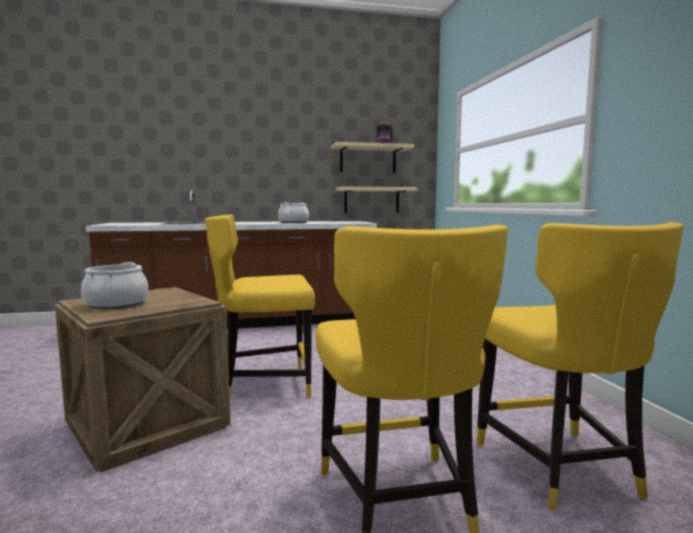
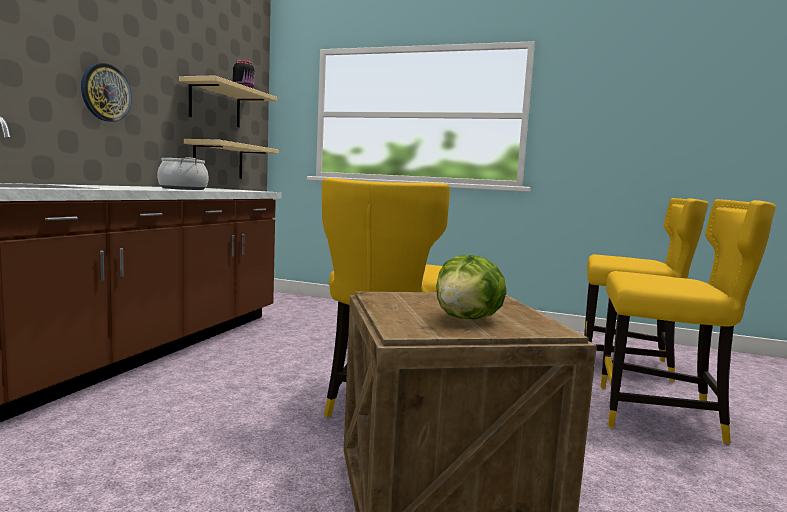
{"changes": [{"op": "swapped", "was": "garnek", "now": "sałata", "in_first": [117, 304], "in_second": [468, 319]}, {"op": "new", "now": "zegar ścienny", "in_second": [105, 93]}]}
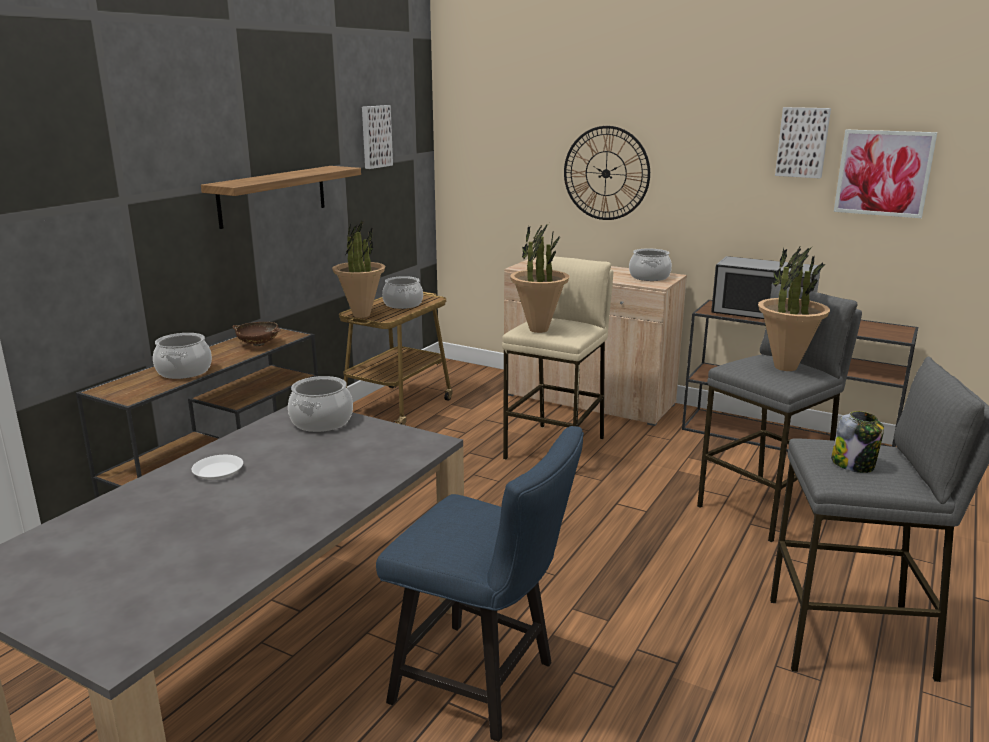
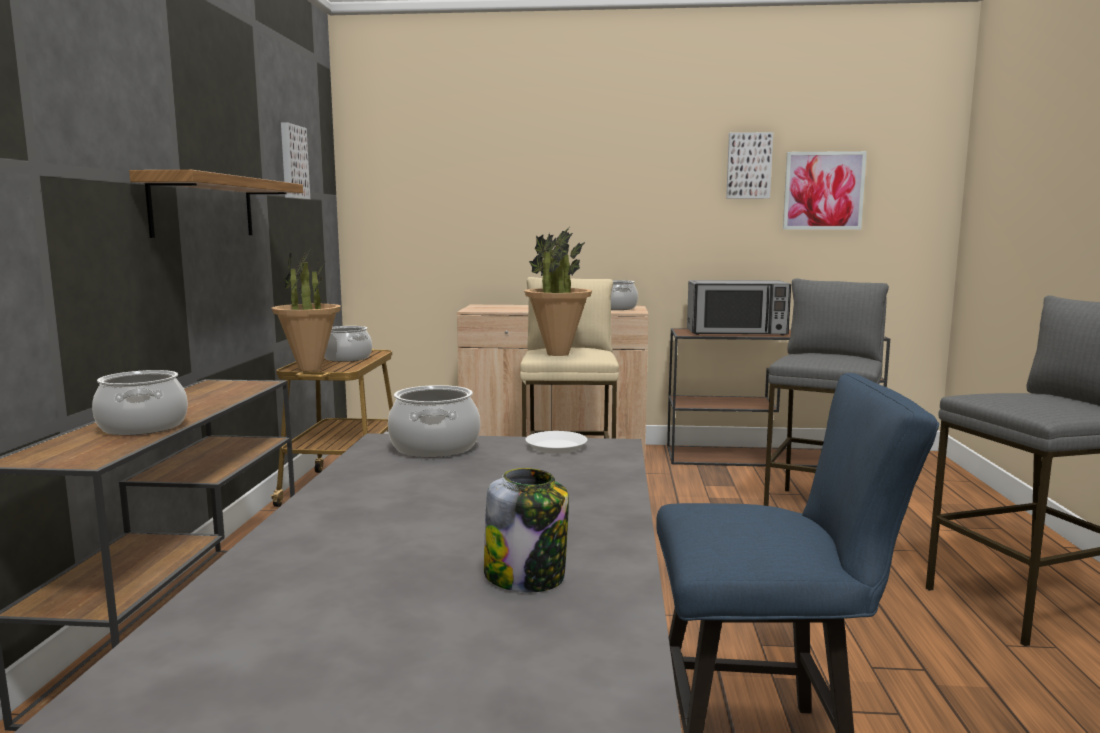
{"changes": [{"op": "gone", "was": "zegar ścienny", "in_first": [606, 173]}, {"op": "gone", "was": "roślina doniczkowa", "in_first": [785, 367]}, {"op": "gone", "was": "miska [brązowy]", "in_first": [258, 344]}, {"op": "shifted", "was": "słoik", "in_first": [853, 464], "in_second": [526, 577]}, {"op": "shifted", "was": "talerz [biały]", "in_first": [218, 471], "in_second": [555, 447]}]}
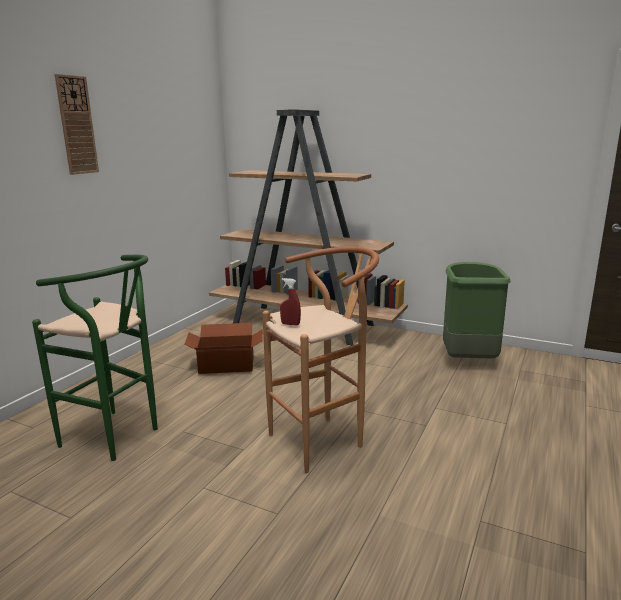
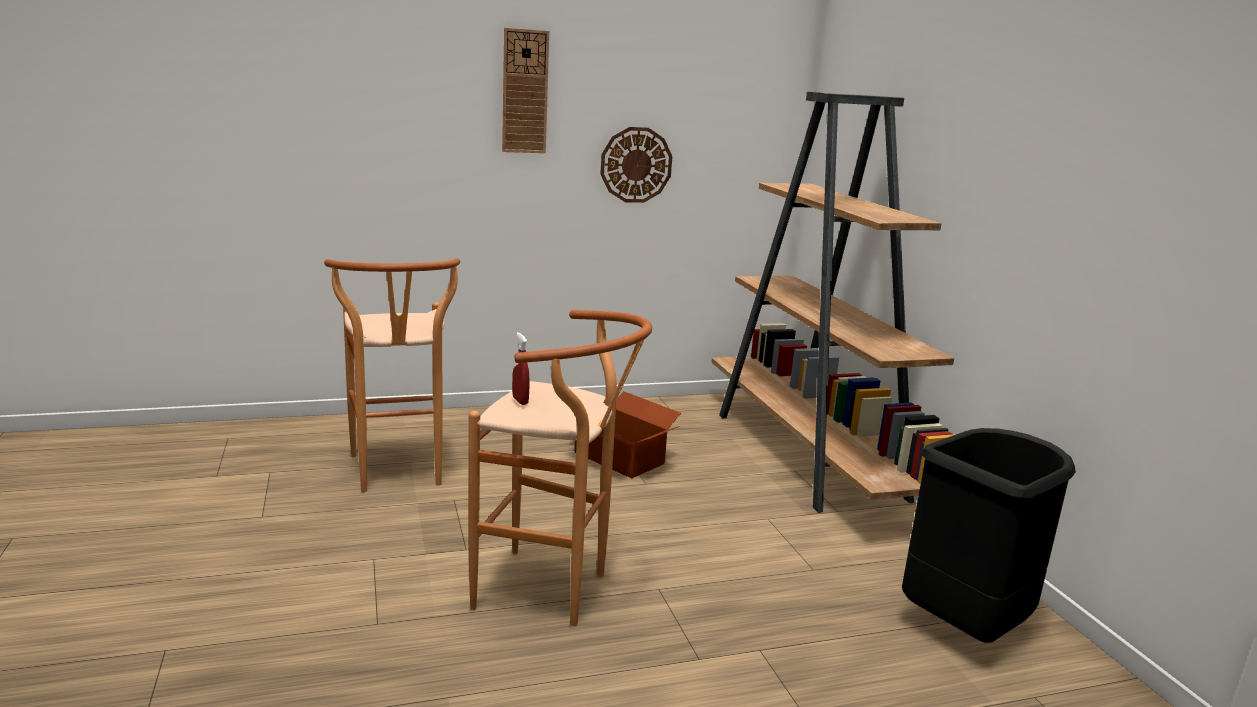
{"changes": [{"op": "repainted", "was": "stołek [zielony]", "now": "stołek [brązowy]", "in_first": [117, 438], "in_second": [399, 474]}, {"op": "repainted", "was": "kosz na śmieci [zielony]", "now": "kosz na śmieci [czarny]", "in_first": [467, 359], "in_second": [965, 626]}, {"op": "new", "now": "zegar ścienny", "in_second": [636, 165]}]}
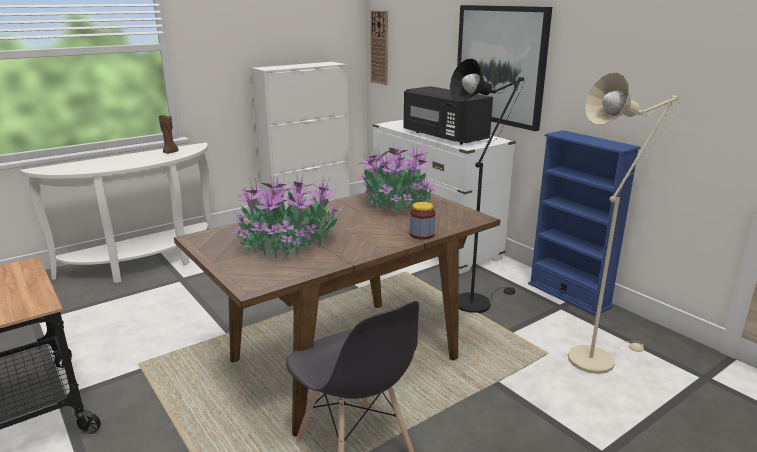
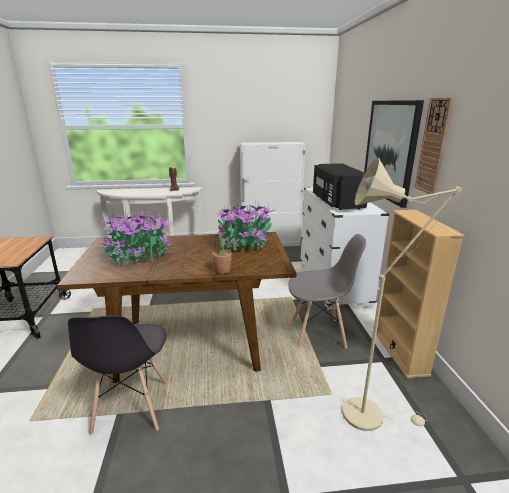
{"changes": [{"op": "shifted", "was": "zegar ścienny", "in_first": [379, 47], "in_second": [433, 146]}, {"op": "swapped", "was": "lampa stojąca [czarny]", "now": "krzesło [szary]", "in_first": [476, 301], "in_second": [319, 333]}, {"op": "repainted", "was": "regał [niebieski]", "now": "regał [beżowy]", "in_first": [568, 295], "in_second": [400, 352]}, {"op": "swapped", "was": "słoik", "now": "roślina doniczkowa", "in_first": [422, 234], "in_second": [222, 270]}]}
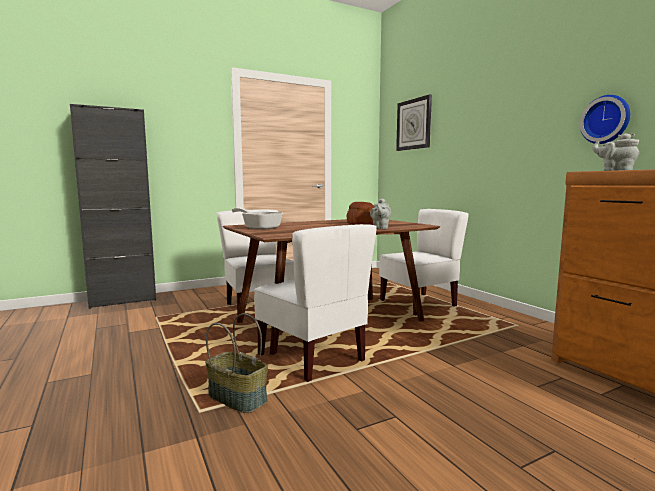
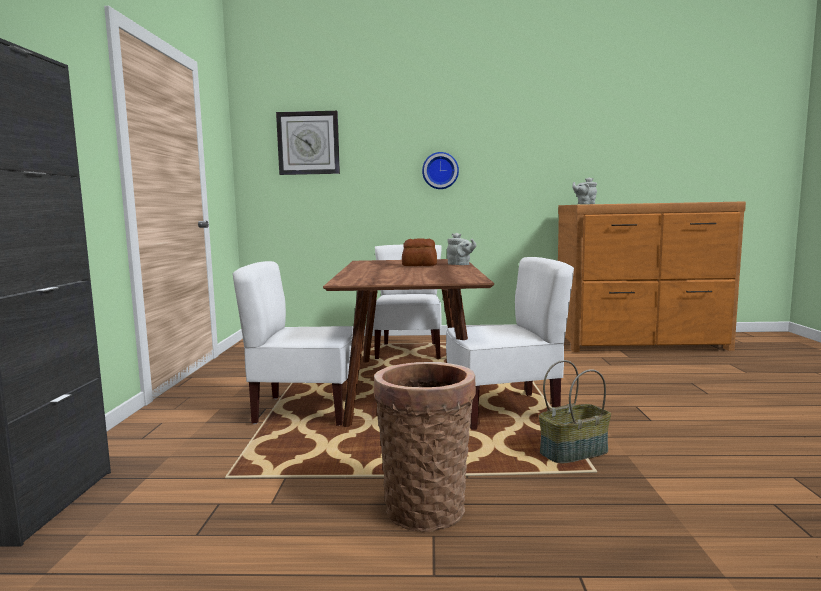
{"changes": [{"op": "shifted", "was": "zegar ścienny", "in_first": [606, 120], "in_second": [440, 171]}, {"op": "gone", "was": "patelnia", "in_first": [259, 228]}, {"op": "new", "now": "koszyk", "in_second": [426, 506]}]}
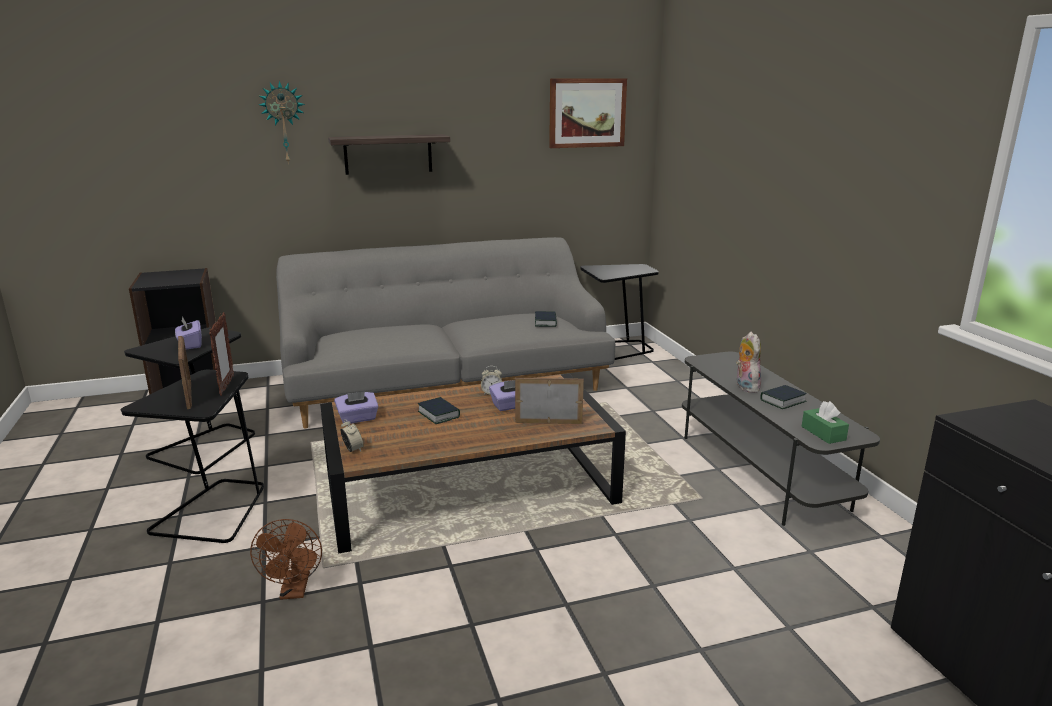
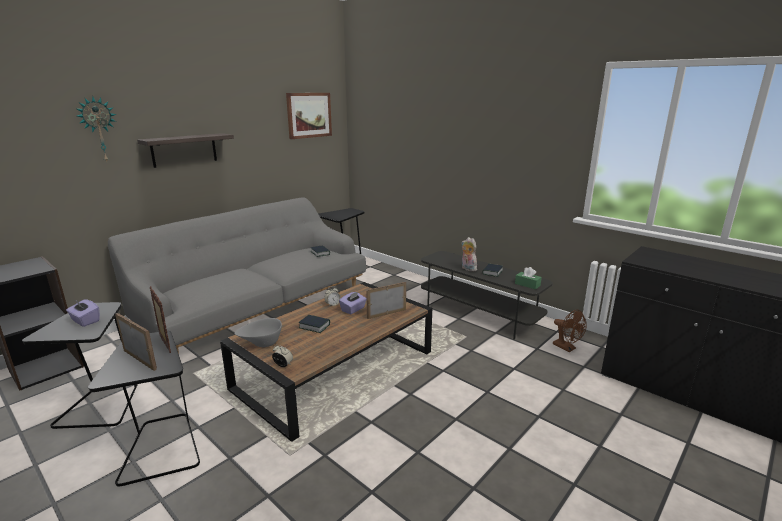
{"changes": [{"op": "swapped", "was": "pudełko chusteczek [fioletowy]", "now": "miska [szary]", "in_first": [357, 419], "in_second": [262, 344]}, {"op": "shifted", "was": "wentylator [brązowy]", "in_first": [294, 591], "in_second": [567, 348]}]}
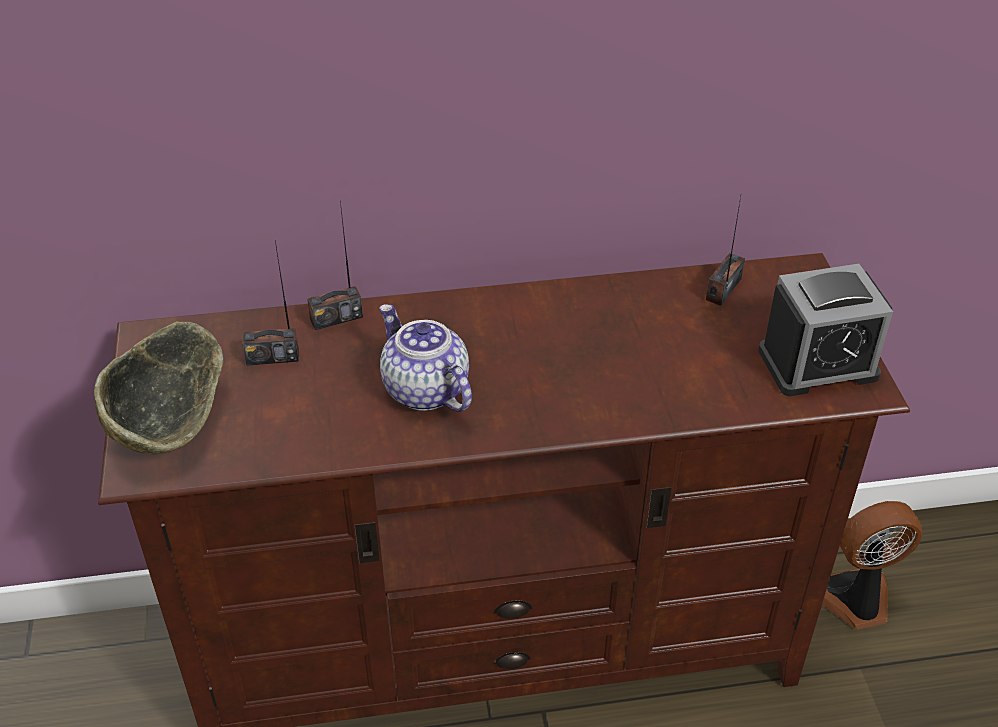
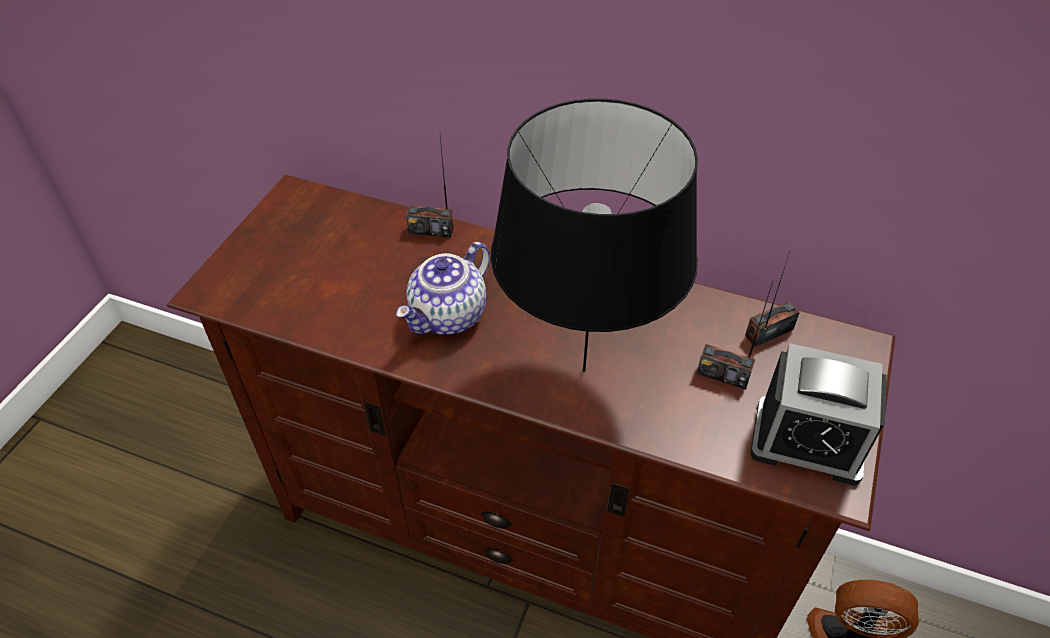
{"changes": [{"op": "shifted", "was": "radio", "in_first": [272, 357], "in_second": [723, 375]}, {"op": "rotated", "was": "imbryk", "in_first": [424, 390], "in_second": [449, 316], "clockwise": -135}, {"op": "gone", "was": "miska", "in_first": [170, 428]}, {"op": "new", "now": "lampa stołowa [czarny]", "in_second": [583, 370]}]}
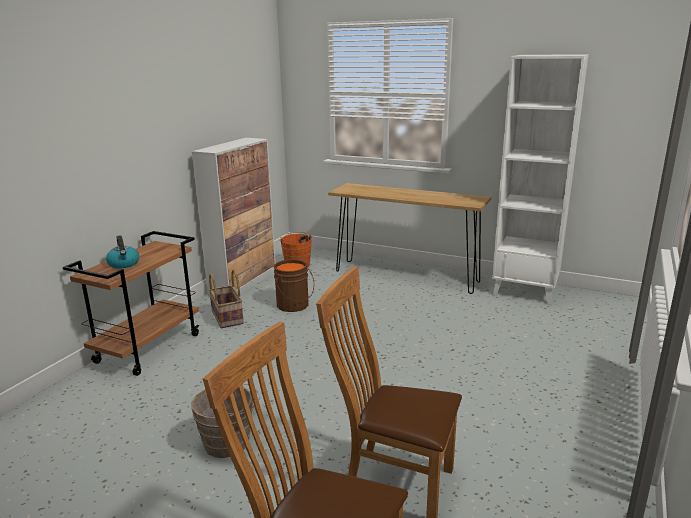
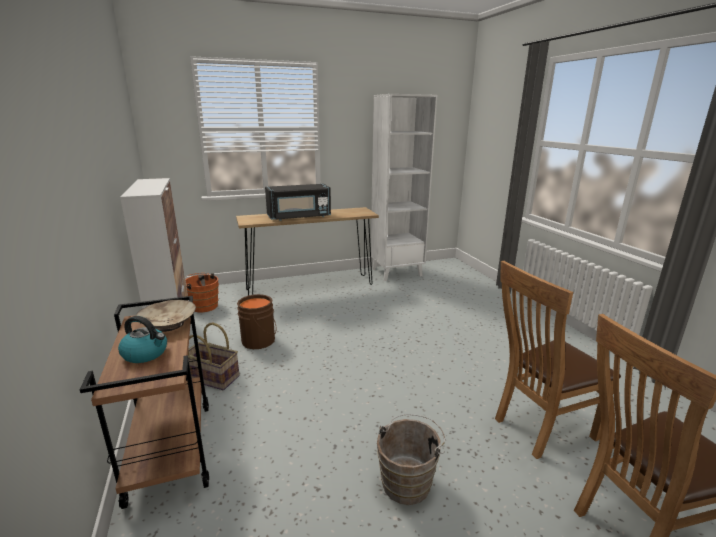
{"changes": [{"op": "new", "now": "mikrofalówka [czarny]", "in_second": [299, 217]}, {"op": "new", "now": "miska [beżowy]", "in_second": [168, 324]}]}
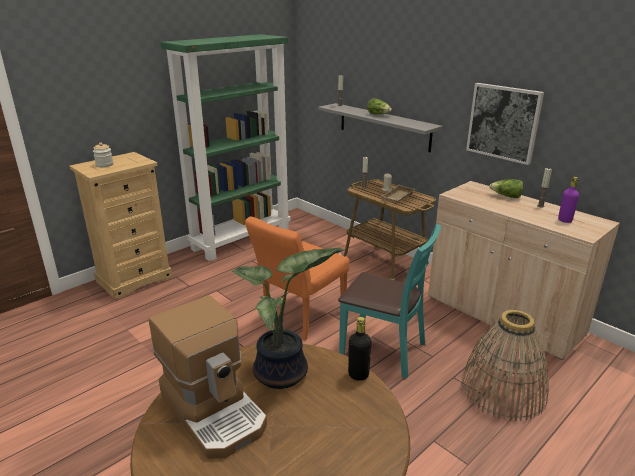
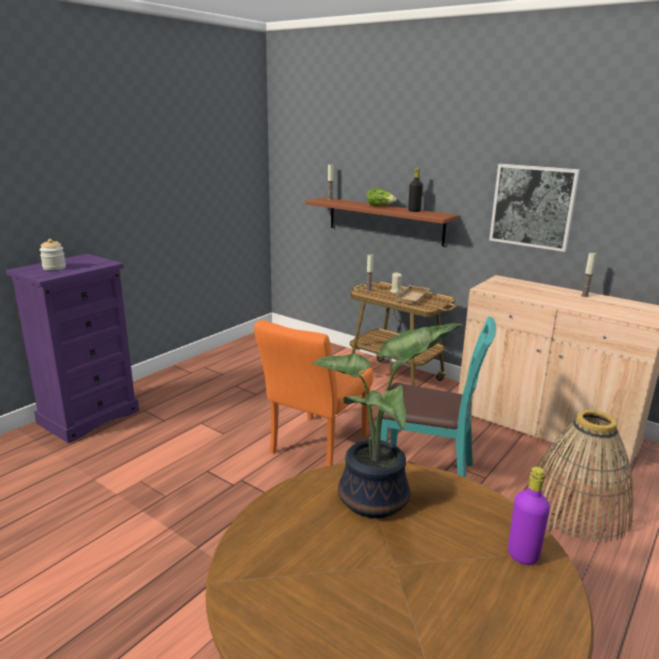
{"changes": [{"op": "gone", "was": "regał [zielony]", "in_first": [241, 239]}, {"op": "repainted", "was": "półka [szary]", "now": "półka [brązowy]", "in_first": [383, 126], "in_second": [385, 221]}, {"op": "repainted", "was": "komoda [beżowy]", "now": "komoda [fioletowy]", "in_first": [134, 279], "in_second": [89, 416]}, {"op": "shifted", "was": "butelka [fioletowy]", "in_first": [565, 220], "in_second": [523, 555]}, {"op": "gone", "was": "sałata", "in_first": [506, 196]}, {"op": "gone", "was": "ekspres do kawy", "in_first": [215, 410]}, {"op": "shifted", "was": "butelka [czarny]", "in_first": [358, 375], "in_second": [414, 211]}]}
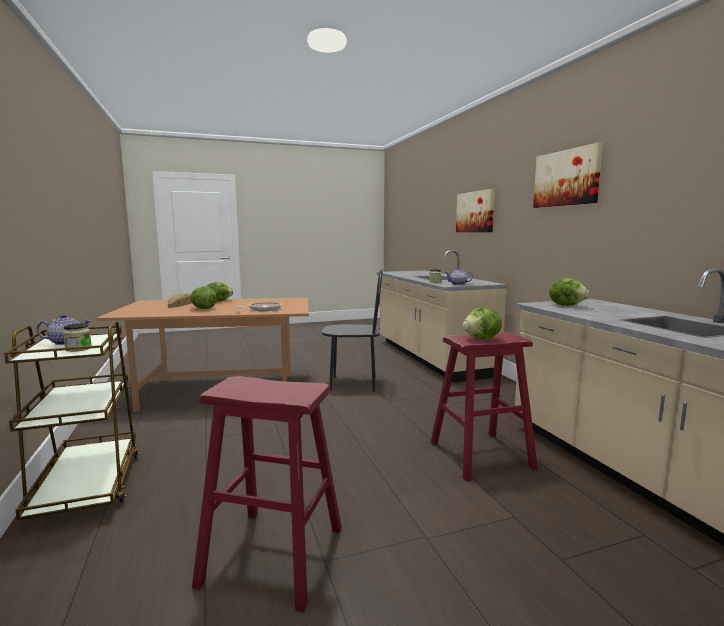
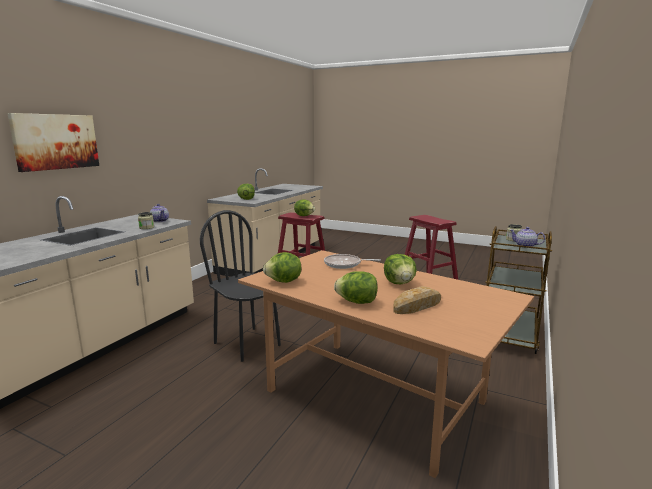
{"changes": [{"op": "gone", "was": "obraz", "in_first": [566, 178]}, {"op": "new", "now": "sałata", "in_second": [284, 281]}]}
